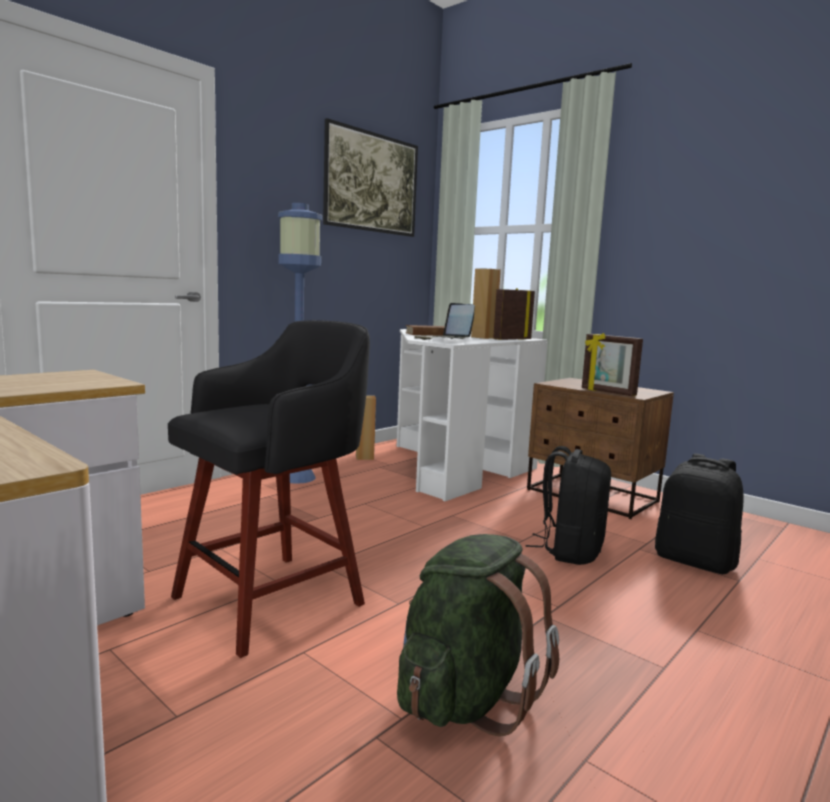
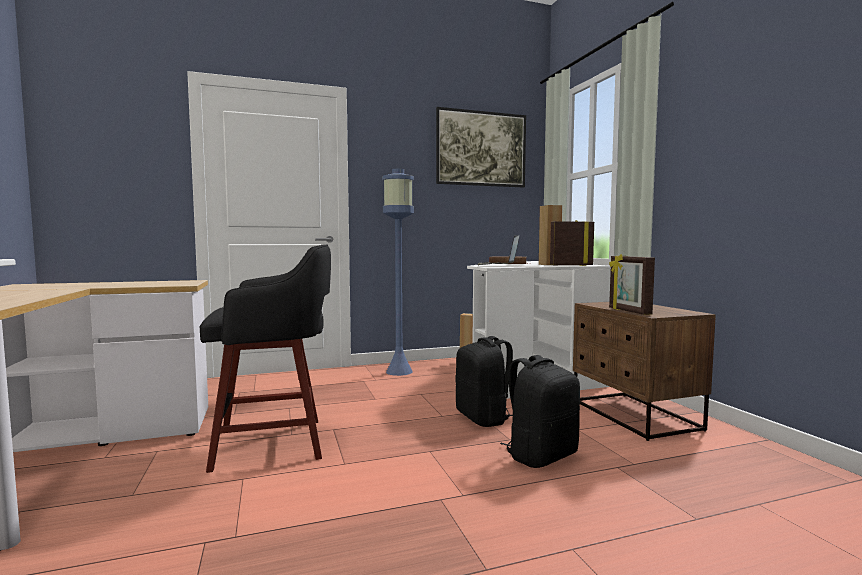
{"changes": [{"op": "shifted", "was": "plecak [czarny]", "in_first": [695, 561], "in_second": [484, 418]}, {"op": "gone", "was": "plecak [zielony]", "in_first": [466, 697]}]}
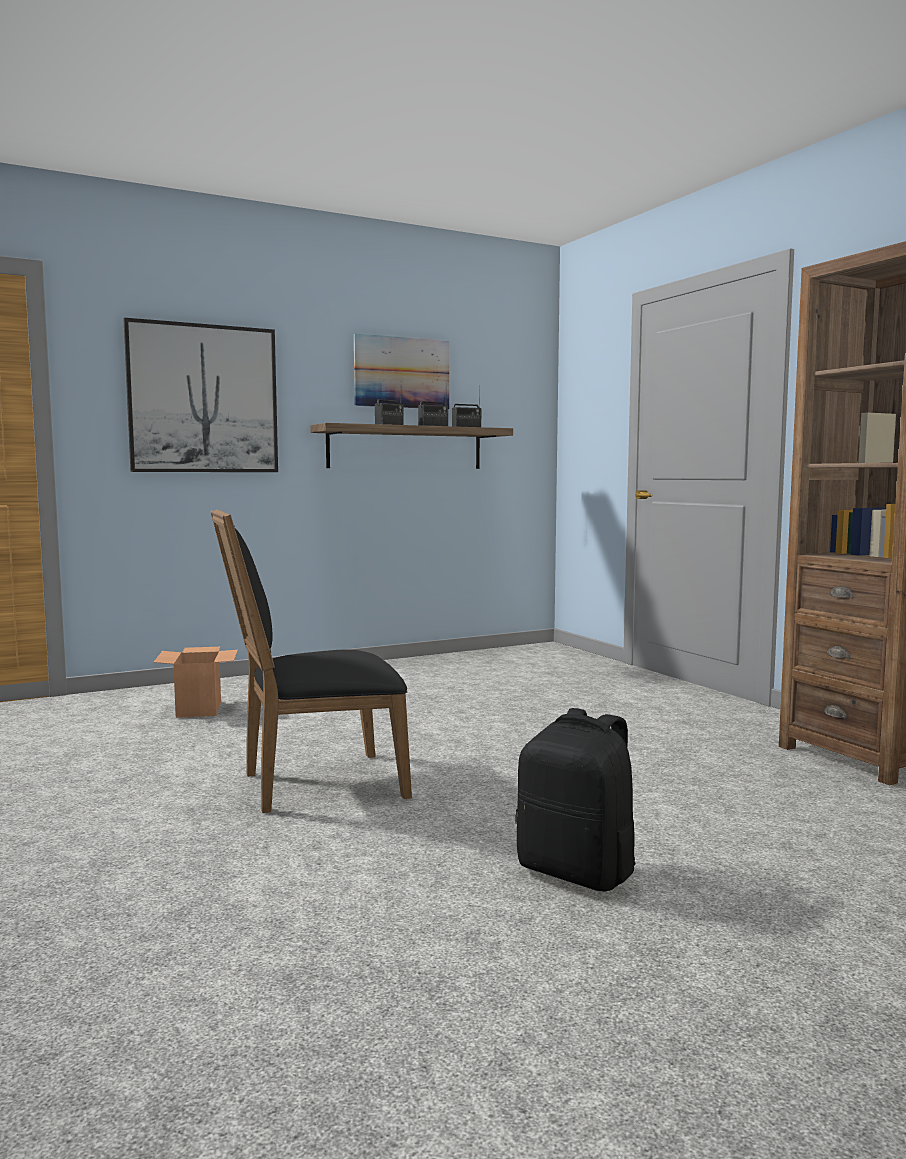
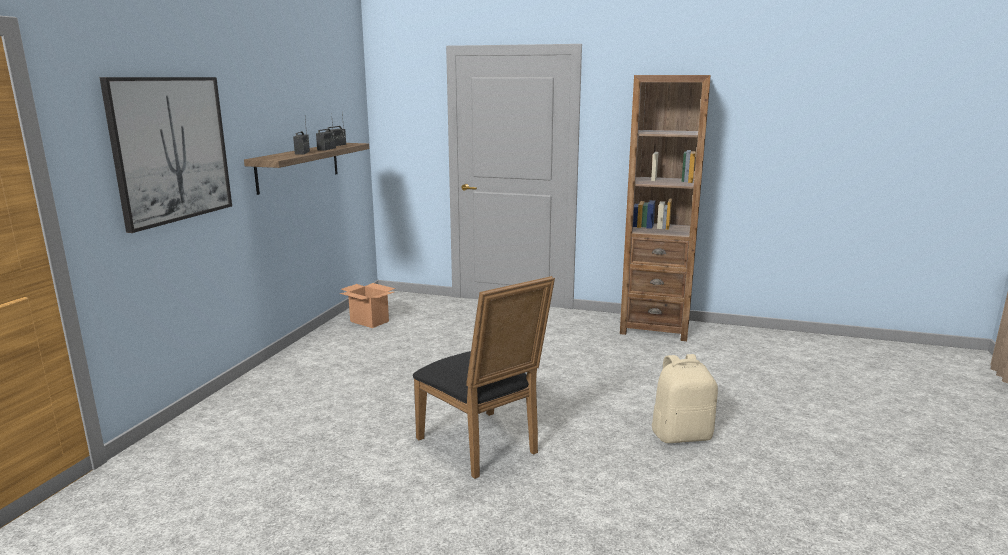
{"changes": [{"op": "gone", "was": "obraz", "in_first": [402, 372]}, {"op": "rotated", "was": "krzesło [czarny]", "in_first": [313, 784], "in_second": [483, 447], "clockwise": -60}, {"op": "shifted", "was": "karton", "in_first": [198, 709], "in_second": [369, 321]}, {"op": "repainted", "was": "plecak [czarny]", "now": "plecak [beżowy]", "in_first": [578, 872], "in_second": [681, 435]}]}
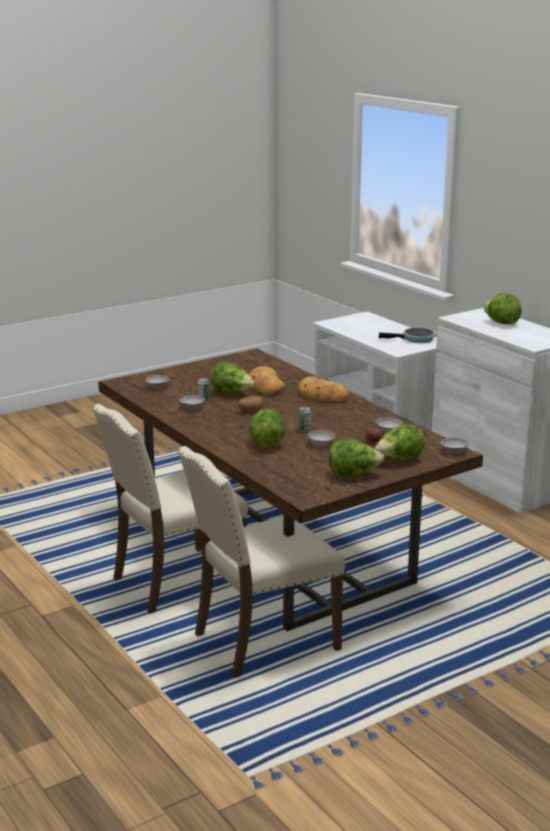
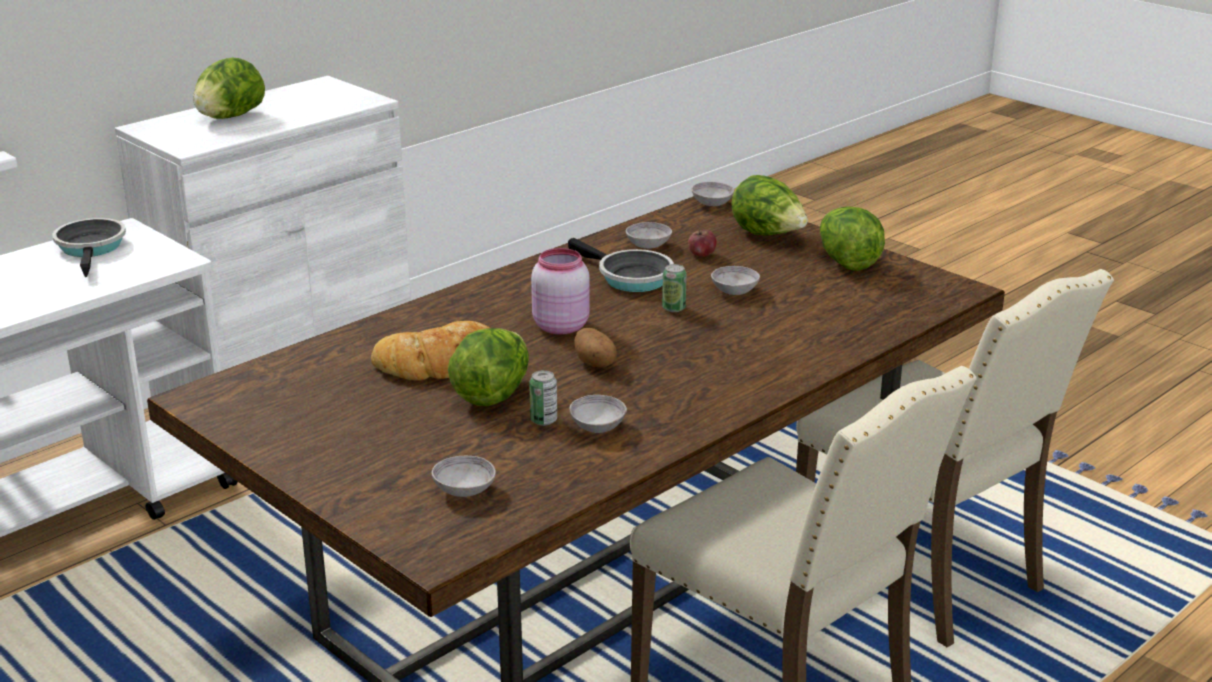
{"changes": [{"op": "gone", "was": "chleb", "in_first": [321, 396]}, {"op": "gone", "was": "sałata", "in_first": [266, 444]}, {"op": "new", "now": "patelnia", "in_second": [630, 277]}, {"op": "new", "now": "słoik [różowy]", "in_second": [560, 326]}]}
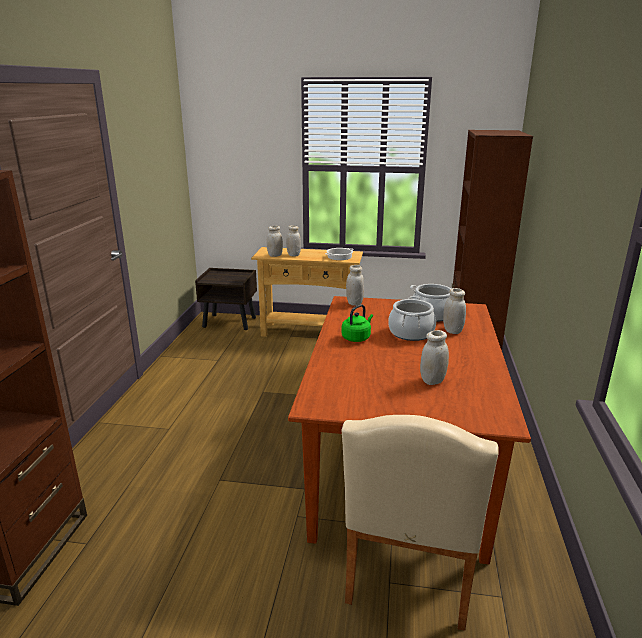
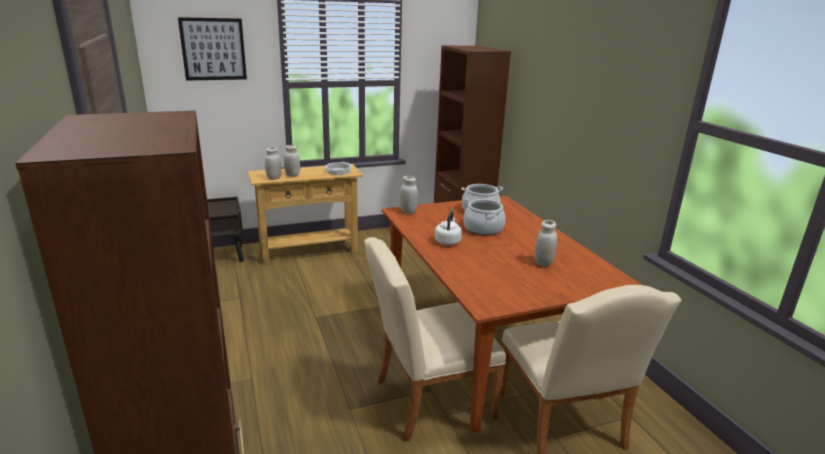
{"changes": [{"op": "gone", "was": "słoik [biały]", "in_first": [452, 331]}, {"op": "repainted", "was": "czajnik [zielony]", "now": "czajnik [biały]", "in_first": [357, 338], "in_second": [447, 241]}, {"op": "new", "now": "obraz", "in_second": [213, 49]}, {"op": "new", "now": "krzesło [beżowy]", "in_second": [426, 400]}]}
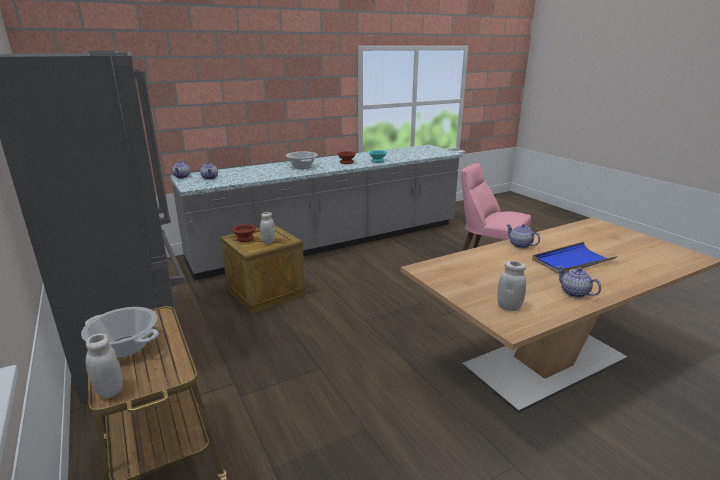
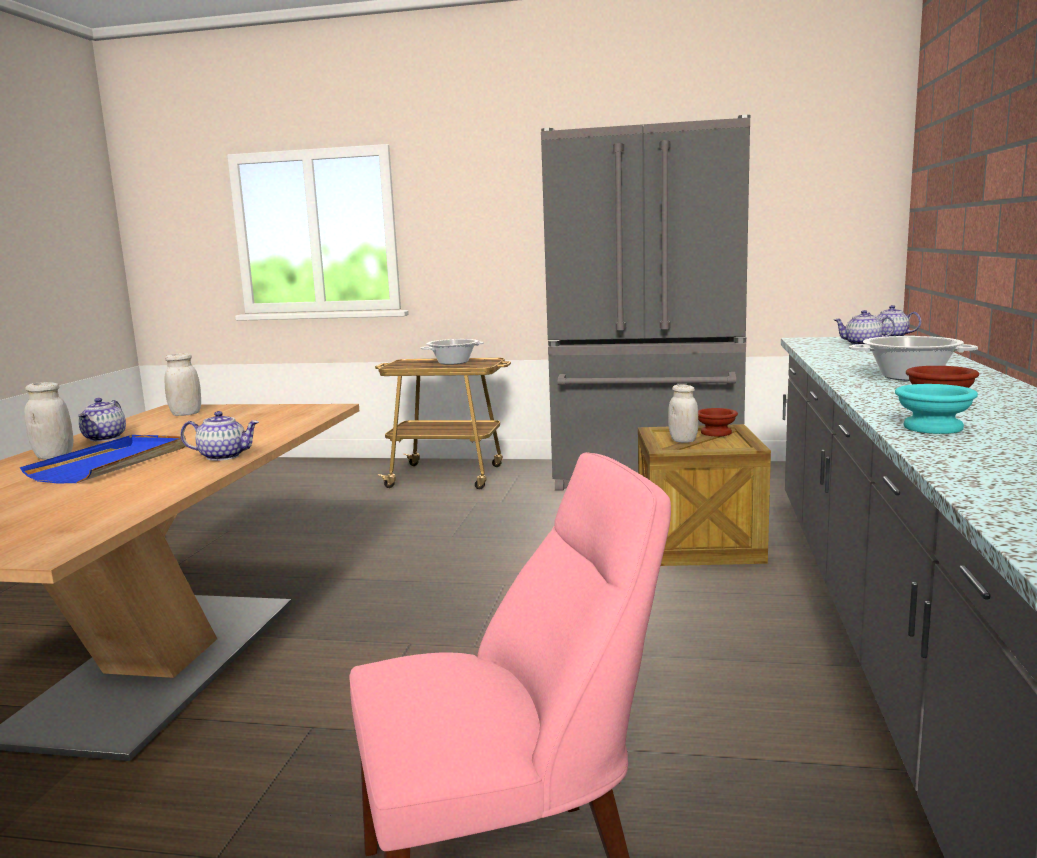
{"changes": [{"op": "rotated", "was": "imbryk", "in_first": [574, 293], "in_second": [105, 438], "clockwise": 90}, {"op": "shifted", "was": "słoik [biały]", "in_first": [109, 390], "in_second": [54, 456]}]}
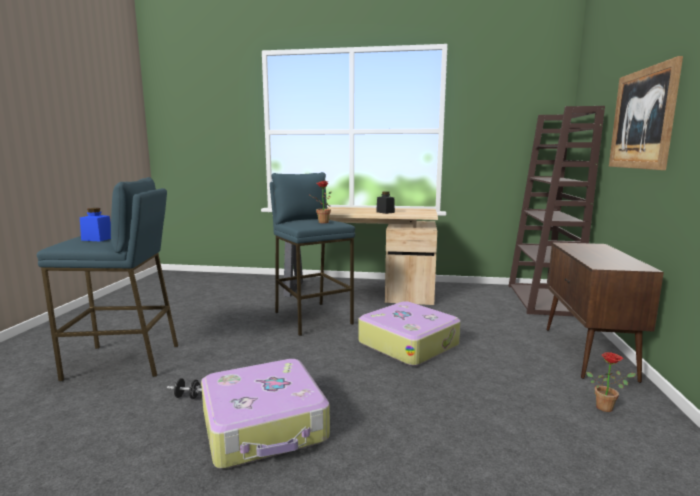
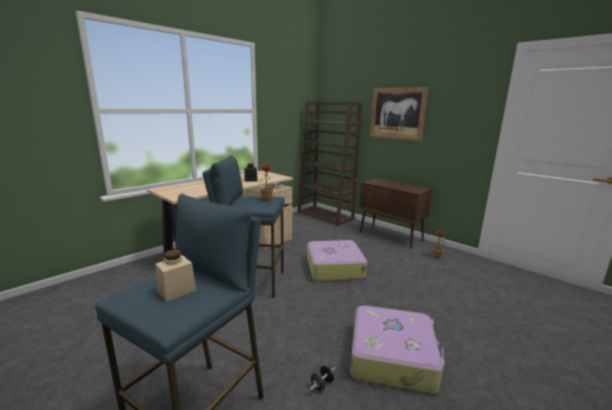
{"changes": [{"op": "repainted", "was": "słoik [niebieski]", "now": "słoik [beżowy]", "in_first": [97, 239], "in_second": [176, 291]}]}
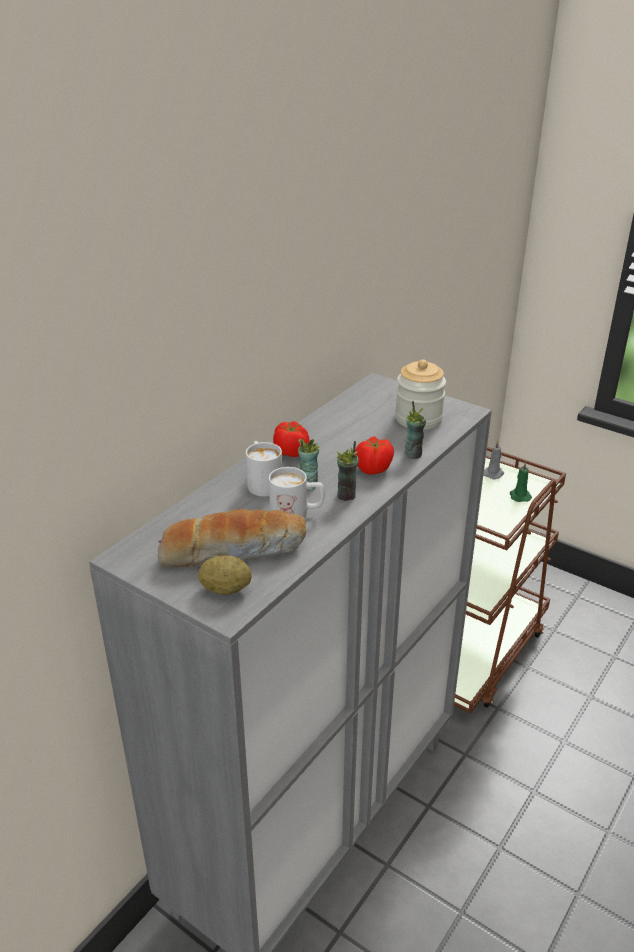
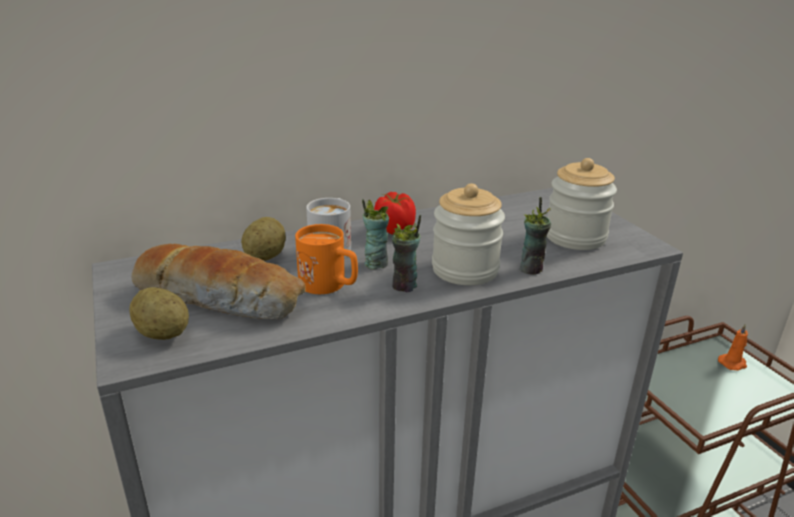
{"changes": [{"op": "swapped", "was": "pomidor", "now": "słoik", "in_first": [372, 469], "in_second": [465, 270]}, {"op": "repainted", "was": "świeca [szary]", "now": "świeca [pomarańczowy]", "in_first": [493, 473], "in_second": [733, 363]}, {"op": "gone", "was": "świeca [zielony]", "in_first": [519, 496]}, {"op": "repainted", "was": "kubek [biały]", "now": "kubek [pomarańczowy]", "in_first": [297, 513], "in_second": [330, 286]}, {"op": "new", "now": "ziemniak", "in_second": [265, 256]}]}
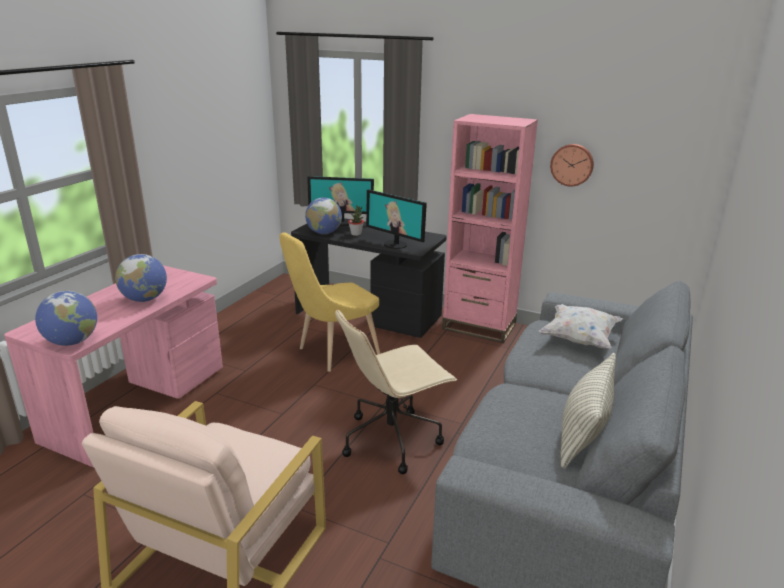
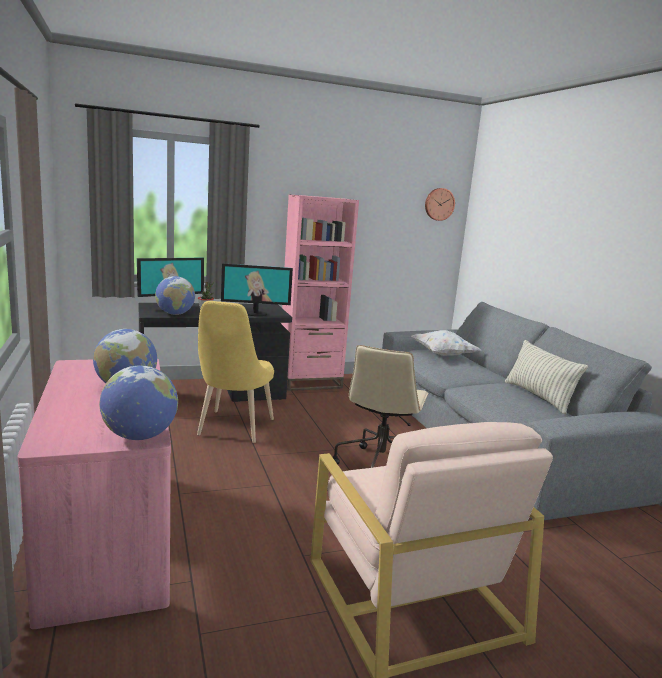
{"changes": [{"op": "shifted", "was": "zegar ścienny", "in_first": [572, 164], "in_second": [439, 204]}]}
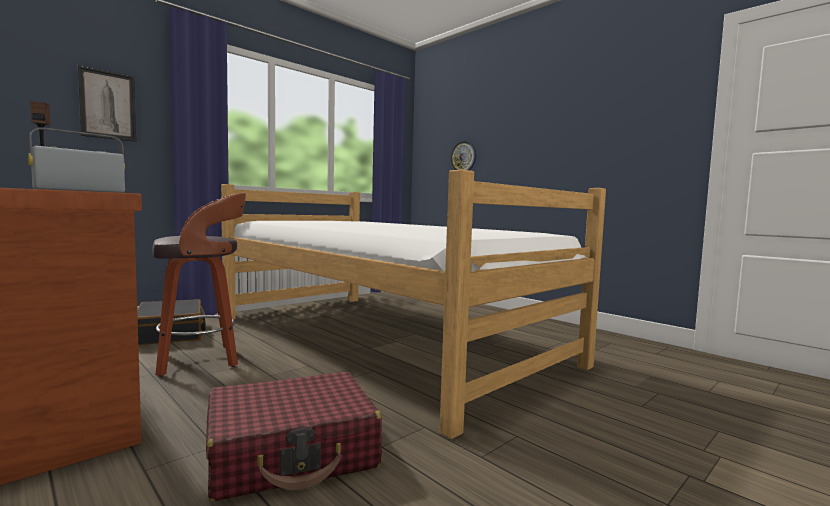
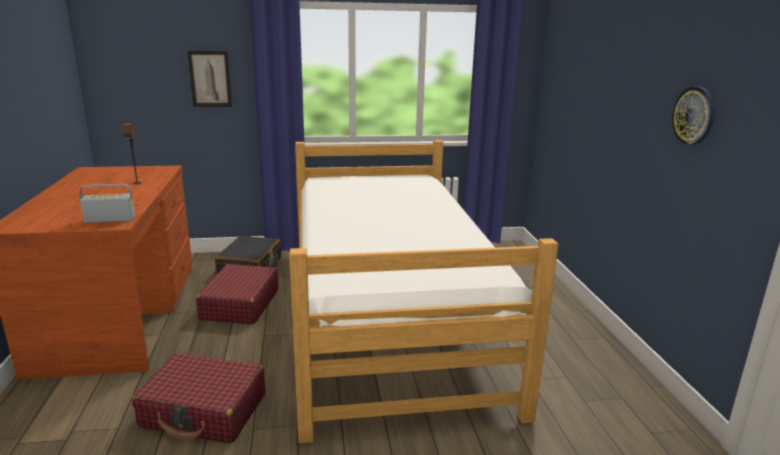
{"changes": [{"op": "shifted", "was": "zegar ścienny", "in_first": [464, 157], "in_second": [694, 115]}, {"op": "swapped", "was": "stołek", "now": "walizka [czerwony]", "in_first": [200, 360], "in_second": [240, 305]}]}
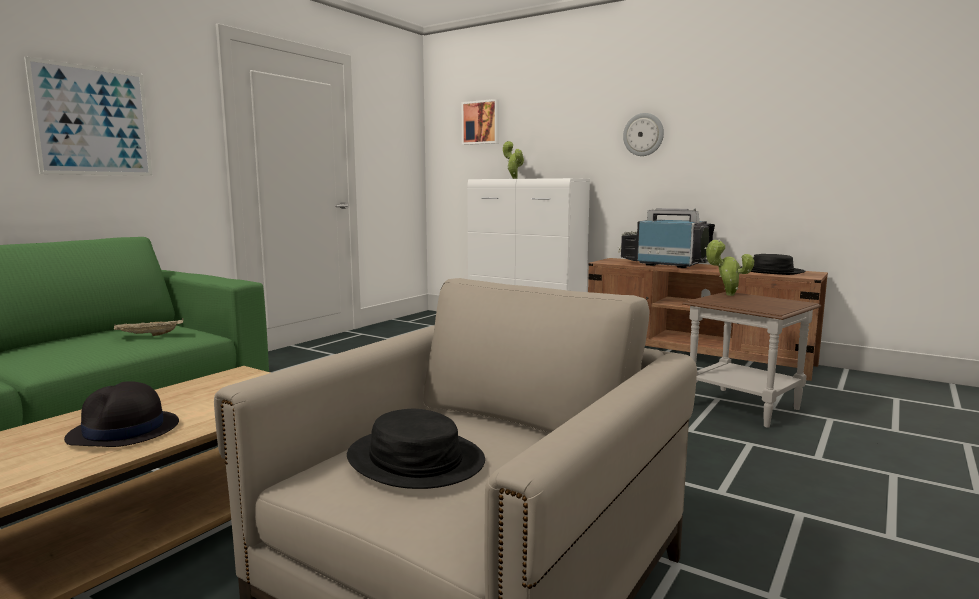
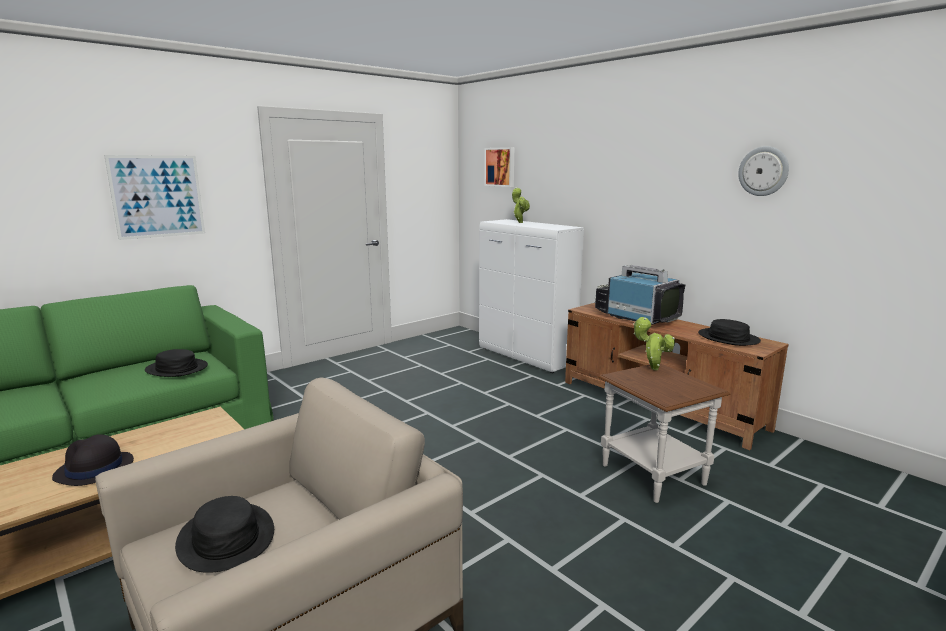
{"changes": [{"op": "shifted", "was": "zegar ścienny", "in_first": [643, 134], "in_second": [763, 171]}, {"op": "swapped", "was": "taca [beżowy]", "now": "kapelusz [czarny]", "in_first": [149, 335], "in_second": [176, 369]}]}
